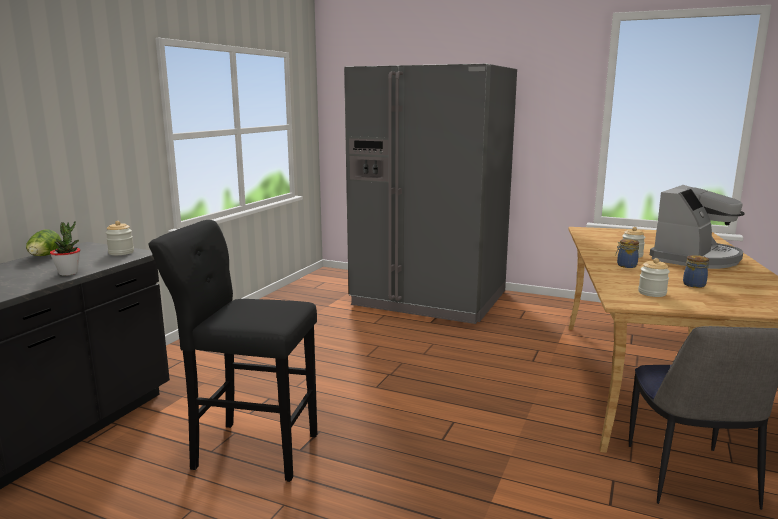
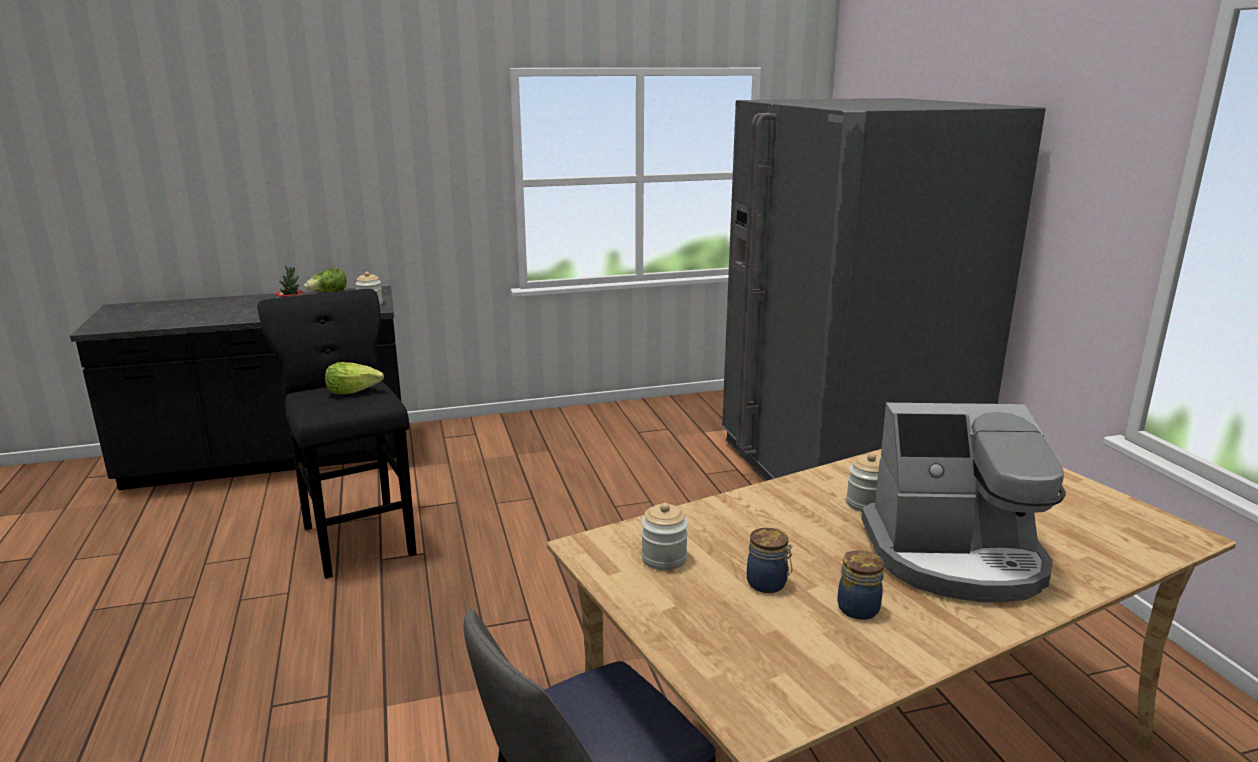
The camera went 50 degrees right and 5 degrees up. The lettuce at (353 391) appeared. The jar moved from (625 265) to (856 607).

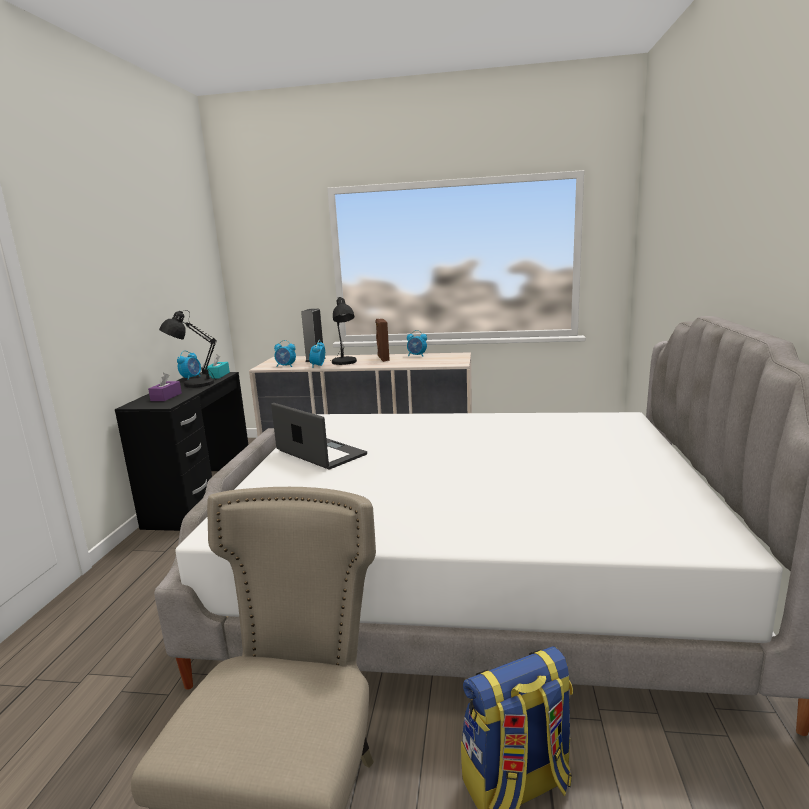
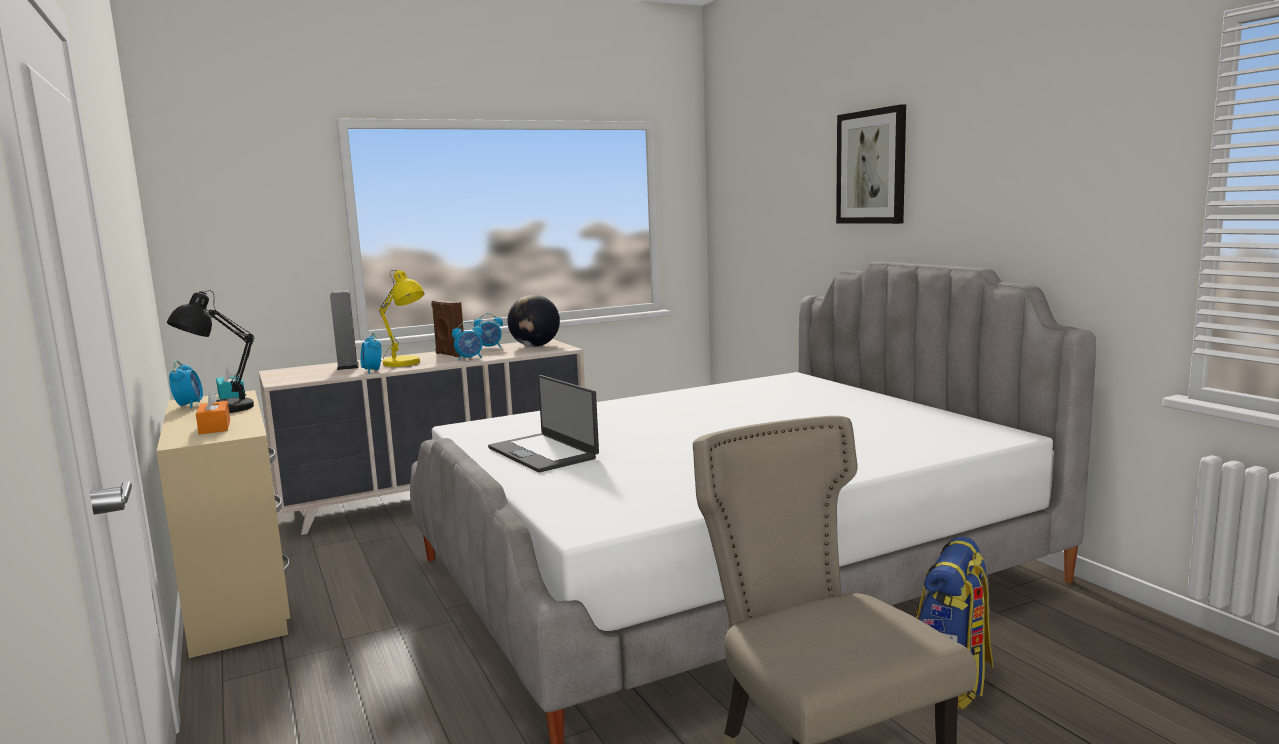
The camera went 35 degrees left and 5 degrees down. The globe at (535 346) appeared. The picture at (871 167) appeared. The alarm clock moved from (286 366) to (470 358). The black desk at (201 497) became the beige desk at (237 596). The purple tissue box at (166 397) became the orange tissue box at (215 427). The black table lamp at (344 363) became the yellow table lamp at (404 364). The laptop at (320 453) turned 135 degrees counterclockwise.

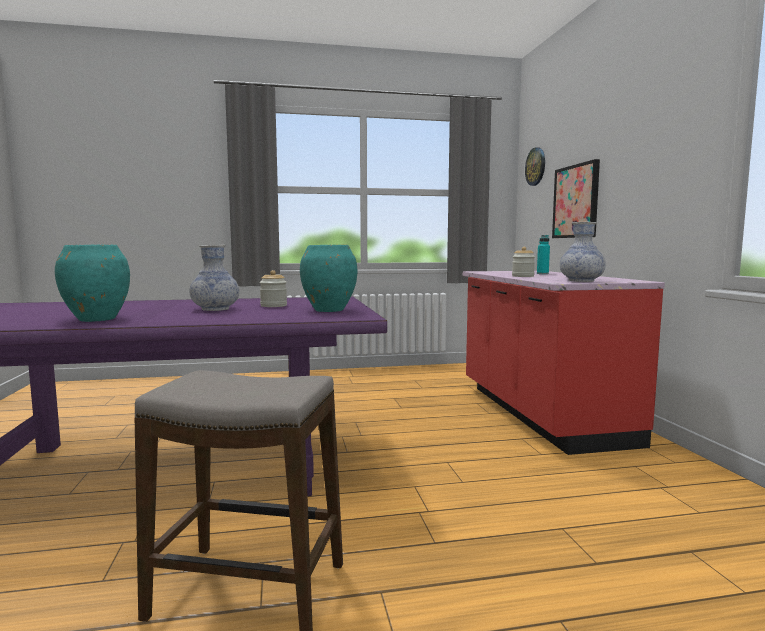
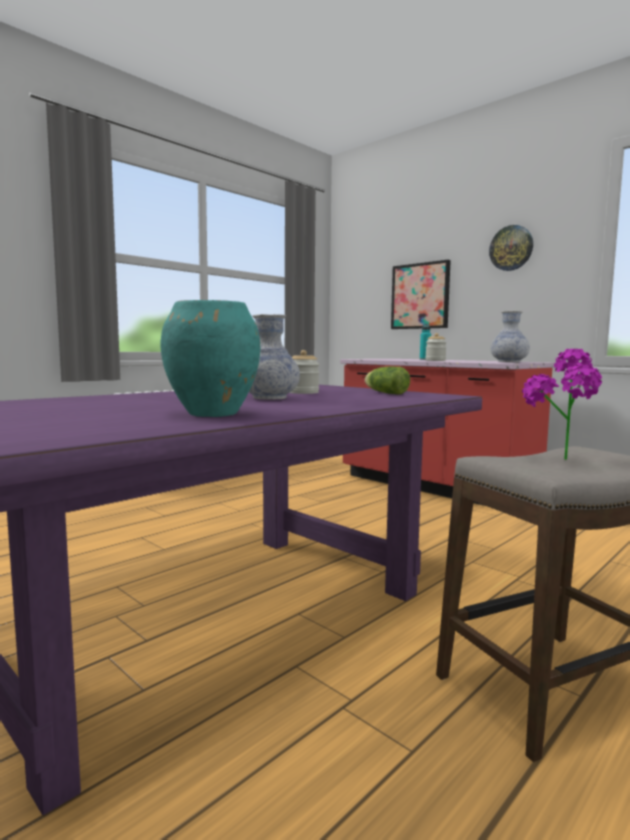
The camera went 35 degrees left and 0 degrees up. The potted plant at (559 461) appeared. The wall clock moved from (536 166) to (511 248). The turquoise vase at (328 310) was replaced by the lettuce at (385 393).

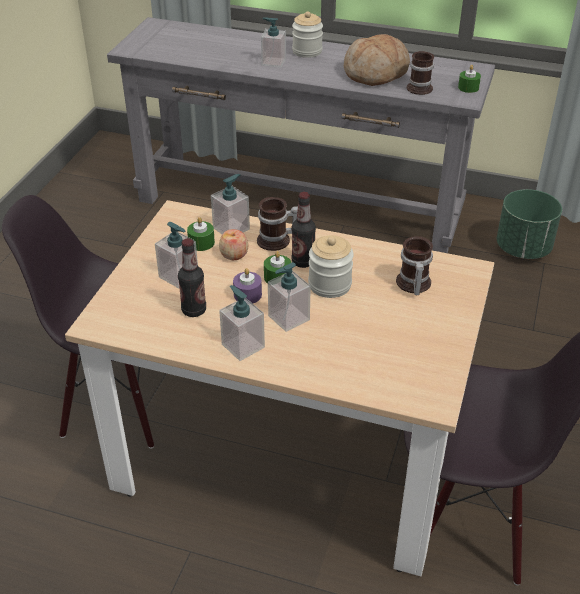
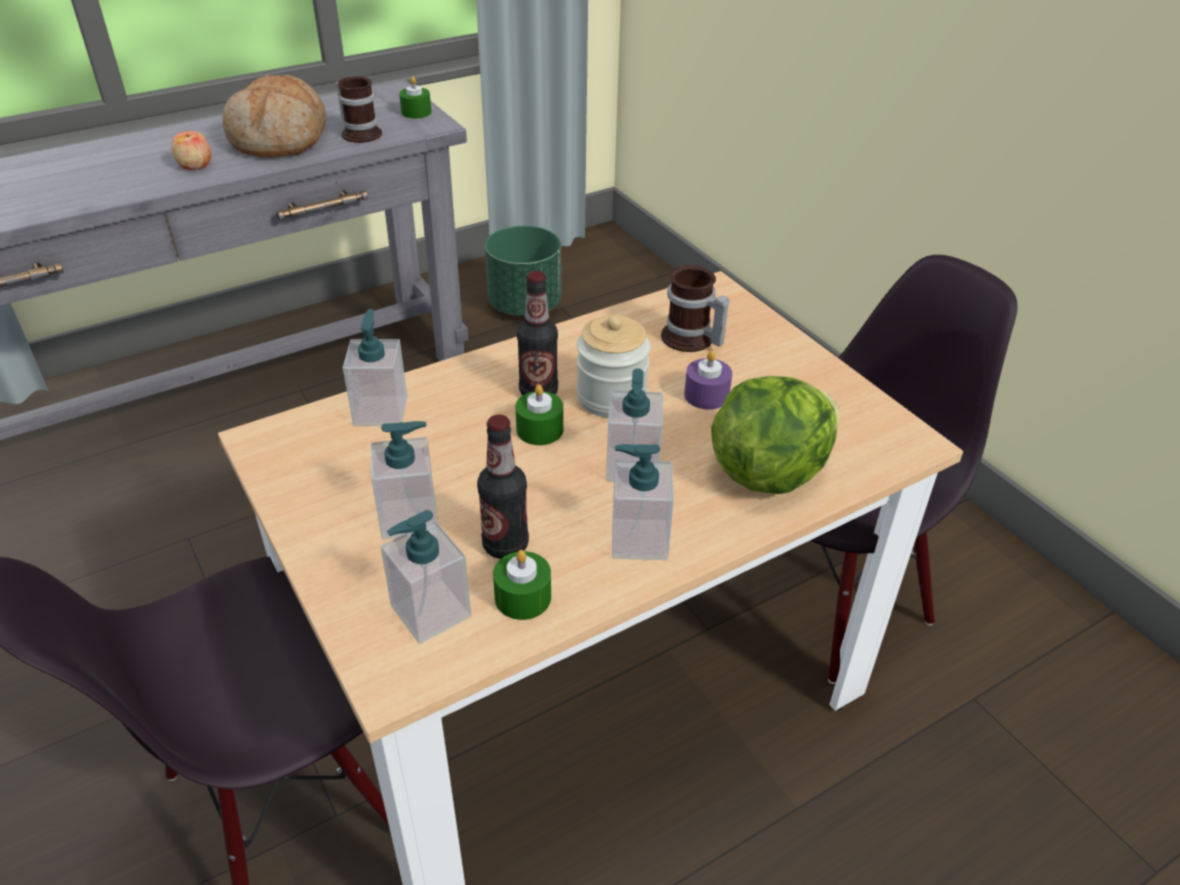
The camera went 50 degrees left and 0 degrees up. The mug at (277 241) disappeared. The jar at (307 51) disappeared. The lettuce at (767 471) appeared. The green candle moved from (201 243) to (523 597). The apple moved from (234 254) to (195 165). The purple candle moved from (247 295) to (706 395). The soap dispenser moved from (273 62) to (430 611).

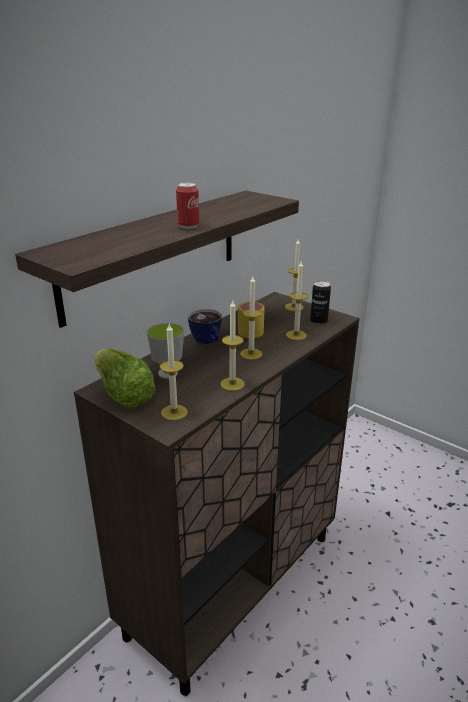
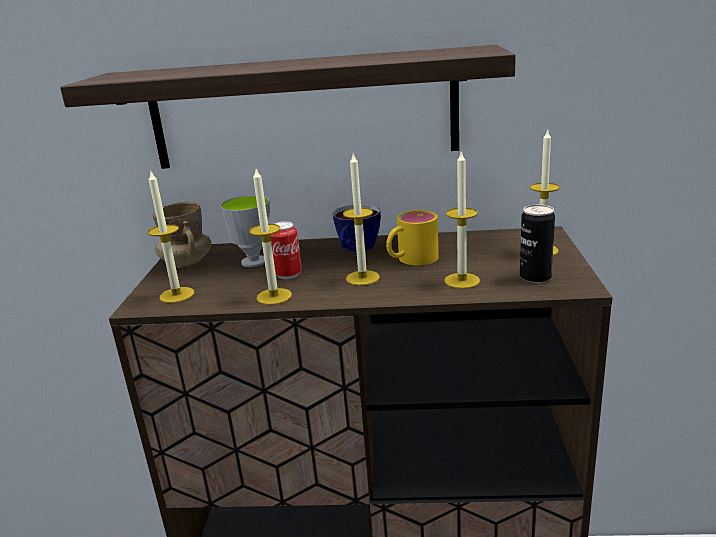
The camera went 55 degrees right and 5 degrees down. The can moved from (188 226) to (288 275). The lettuce at (123 395) was replaced by the beige mug at (186 263).

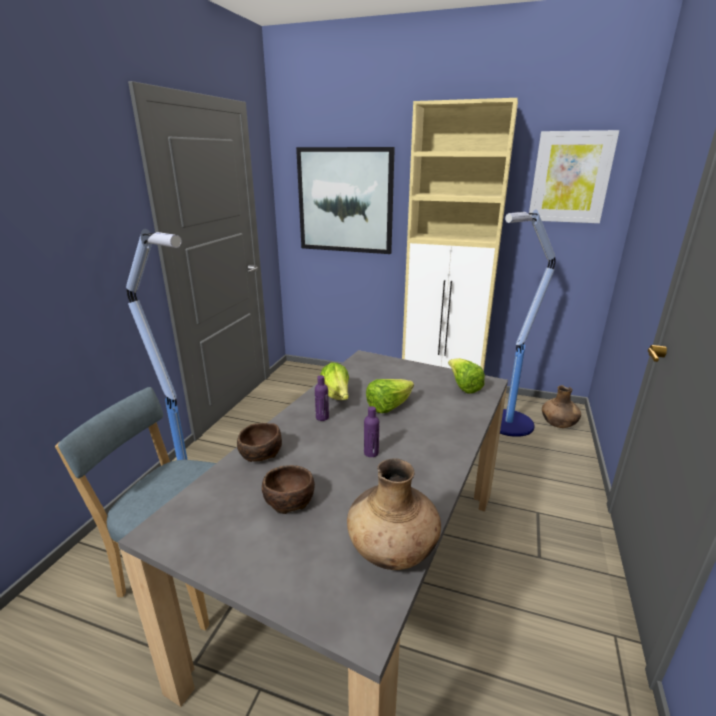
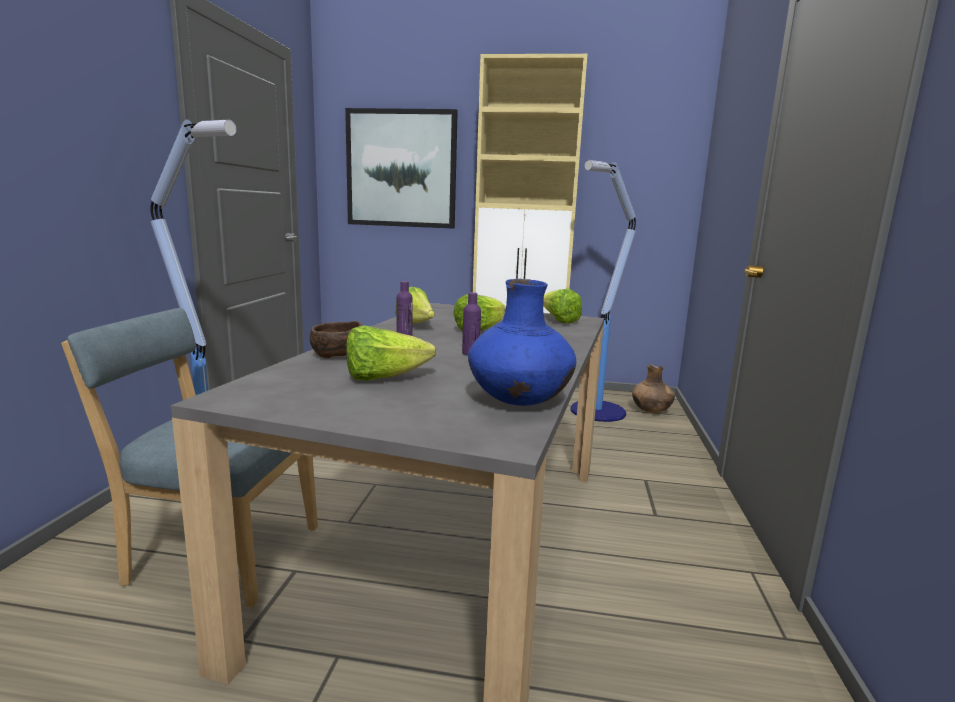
The camera went 10 degrees left and 10 degrees down. The picture at (570 177) disappeared. The brown bowl at (288 500) was replaced by the lettuce at (384 378). The brown vase at (392 551) became the blue vase at (519 401).

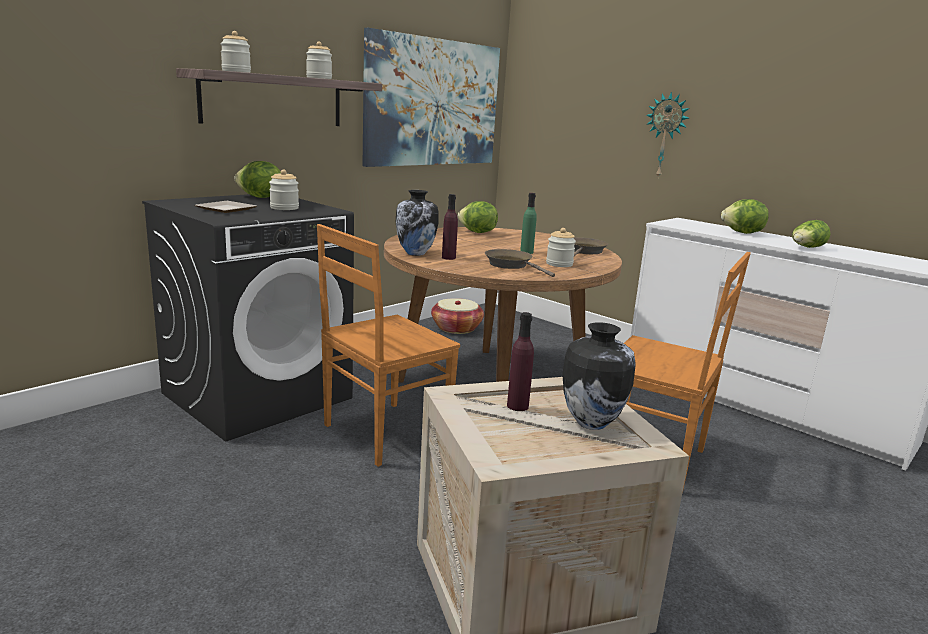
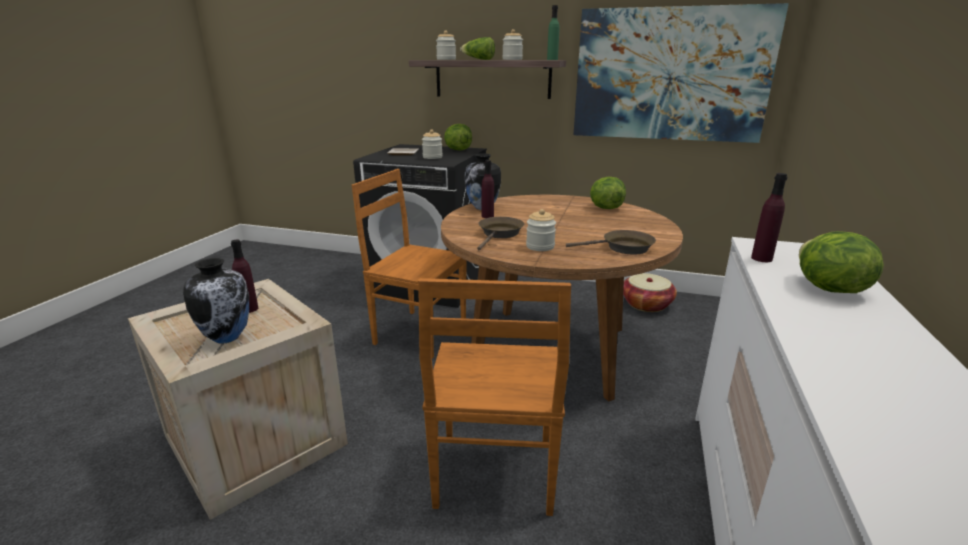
The camera went 65 degrees right and 5 degrees up. The wall clock at (666 136) disappeared. The purple bottle at (761 258) appeared. The green bottle moved from (526 252) to (552 59). The lettuce moved from (806 248) to (478 59).

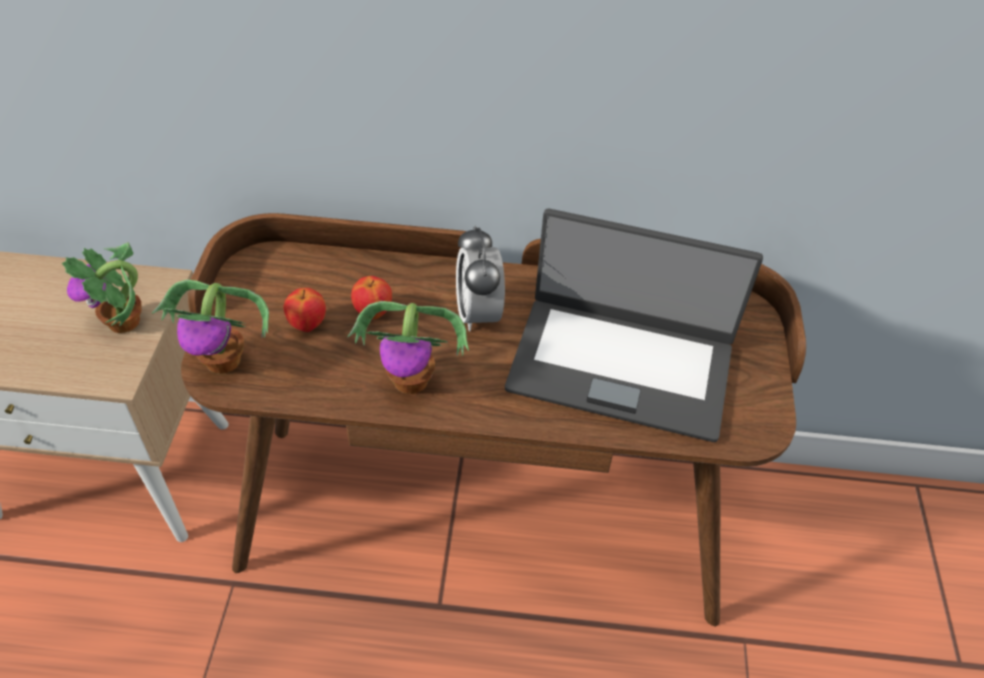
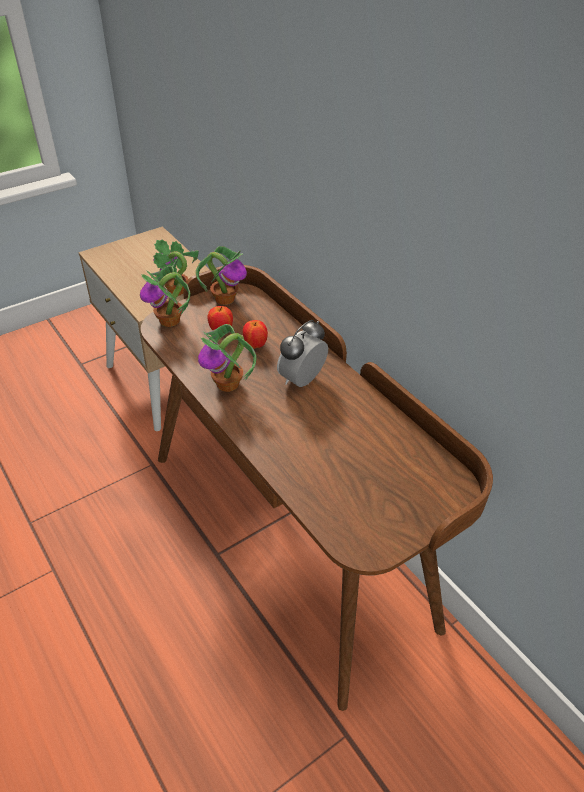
The camera went 50 degrees right and 5 degrees down. The laptop at (621 365) disappeared. The potted plant at (225 298) appeared.

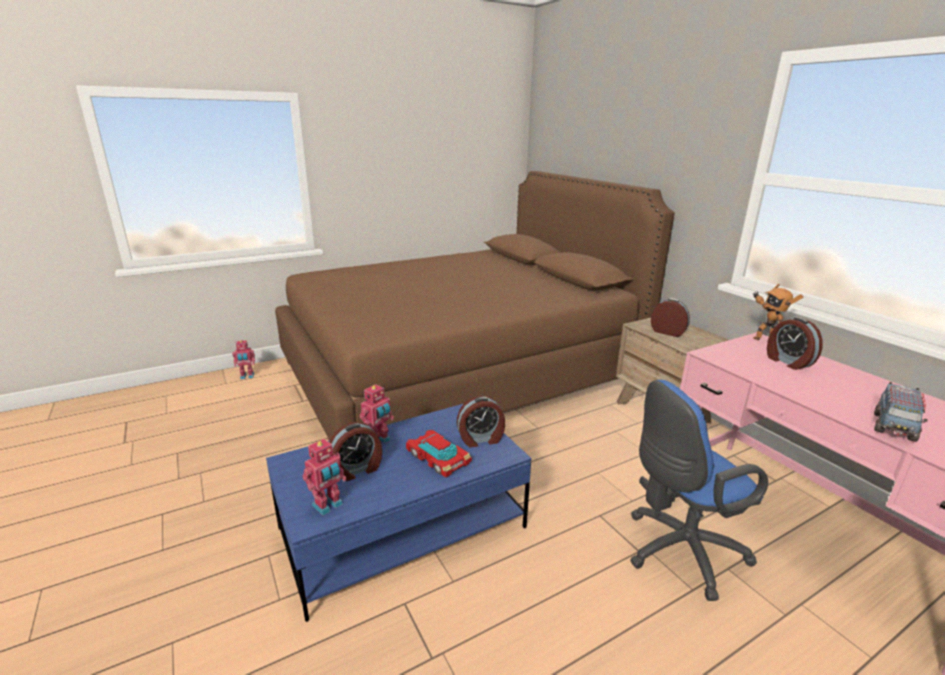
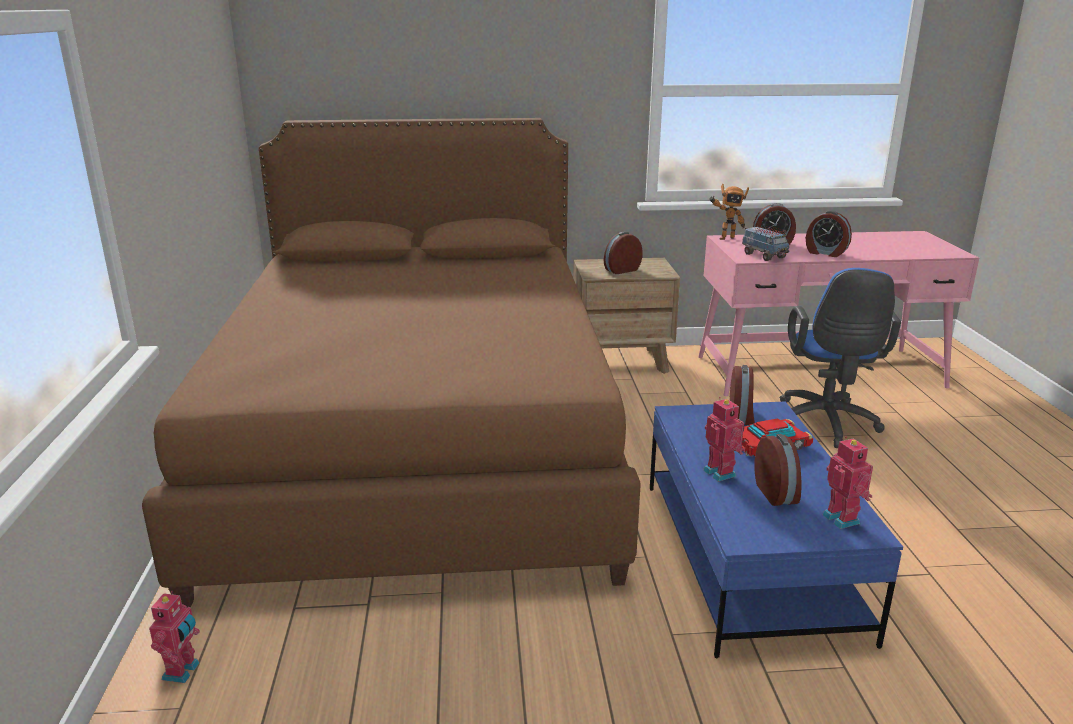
The camera went 65 degrees left and 0 degrees up. The alarm clock at (825 253) appeared. The toy truck moved from (893 427) to (764 256).

